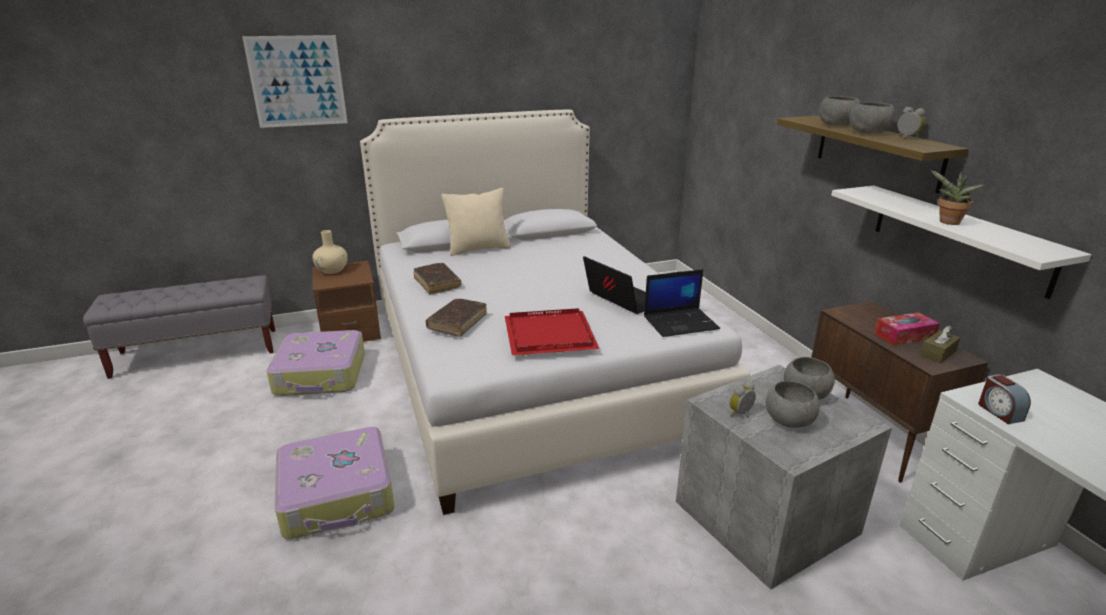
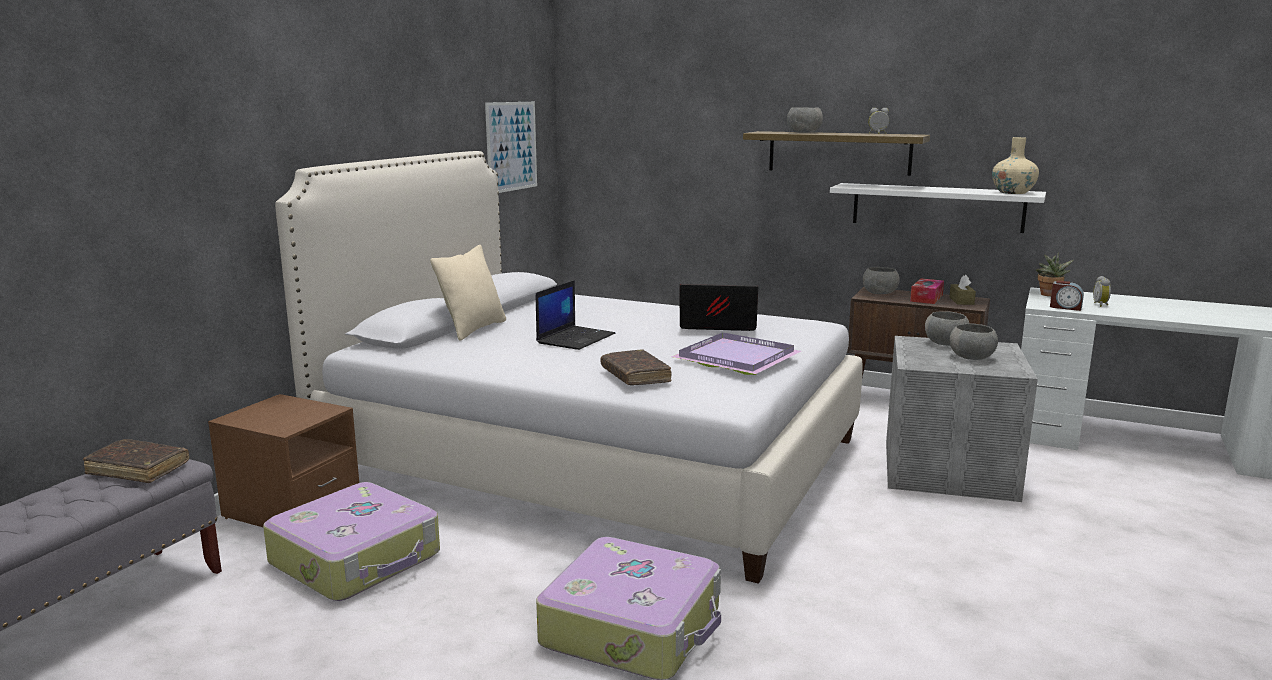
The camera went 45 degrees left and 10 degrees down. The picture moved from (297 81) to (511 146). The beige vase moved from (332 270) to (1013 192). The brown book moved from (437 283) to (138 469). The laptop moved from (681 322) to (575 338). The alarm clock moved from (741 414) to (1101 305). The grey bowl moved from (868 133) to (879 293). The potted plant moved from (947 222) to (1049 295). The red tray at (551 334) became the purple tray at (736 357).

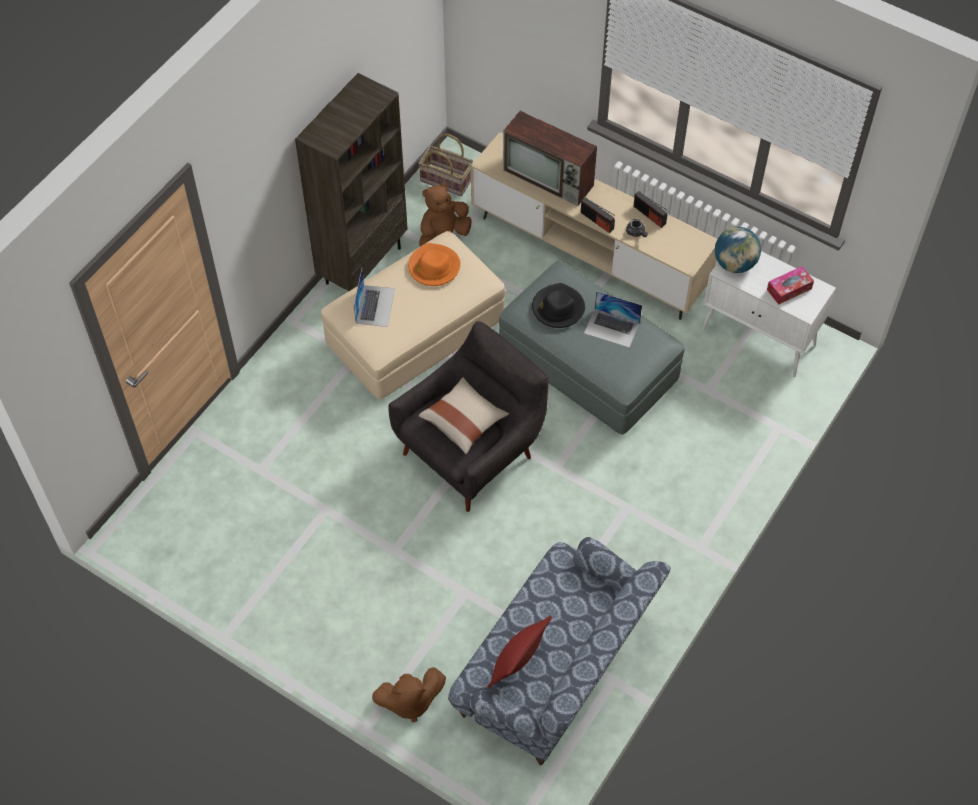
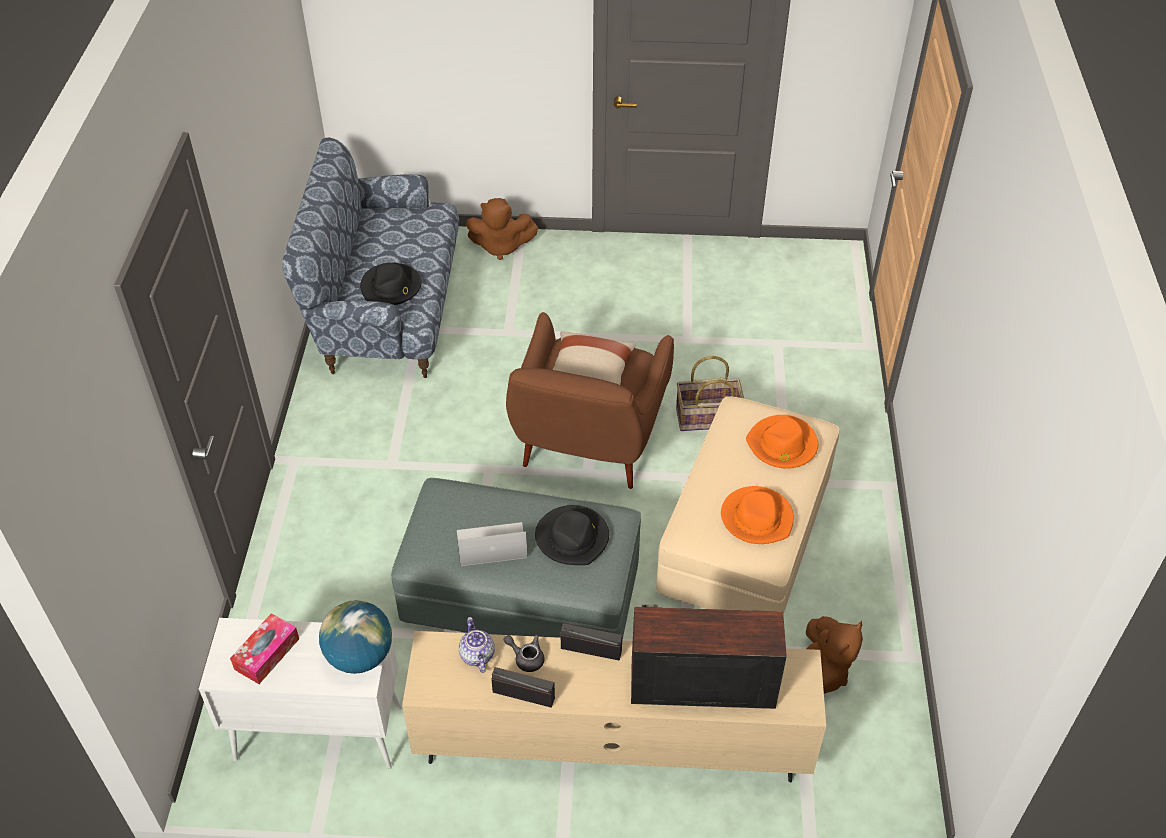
The camera went 150 degrees right and 10 degrees down. The brown bookcase at (363 264) disappeared. The red pillow at (517 665) disappeared. The black hat at (391 287) appeared. The teapot at (477 656) appeared. The basket moved from (446 180) to (707 418). The laptop at (375 305) was replaced by the orange hat at (782 445). The grey armchair at (472 451) became the brown armchair at (588 445). The brown plush toy at (409 701) turned 135 degrees counterclockwise.

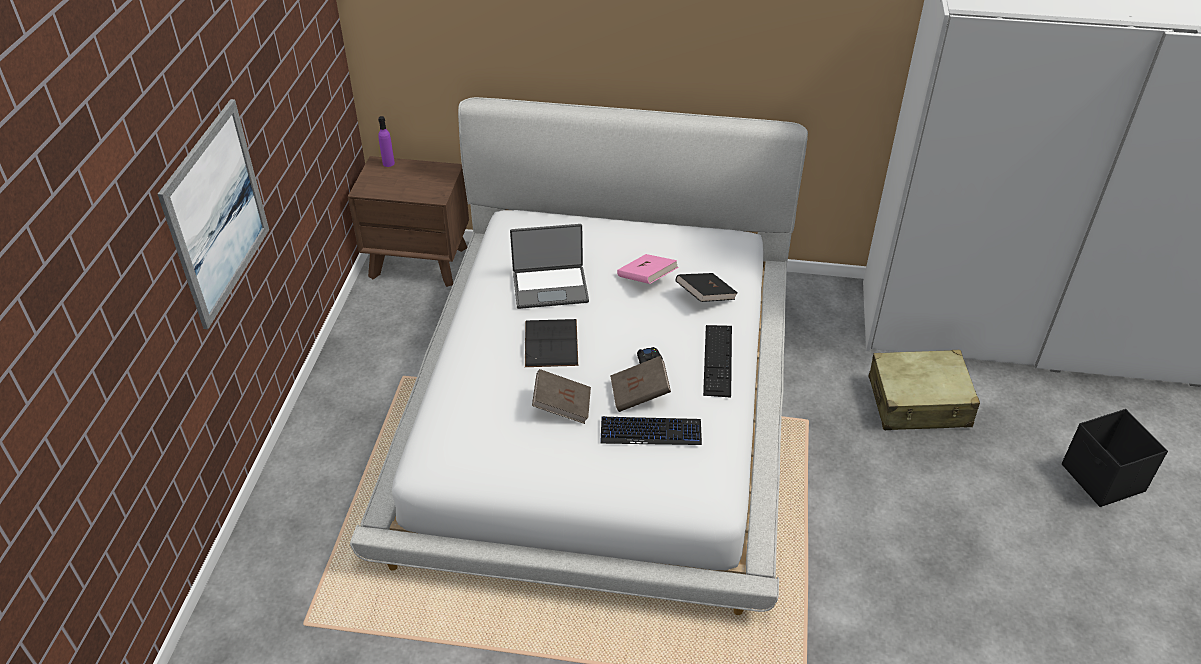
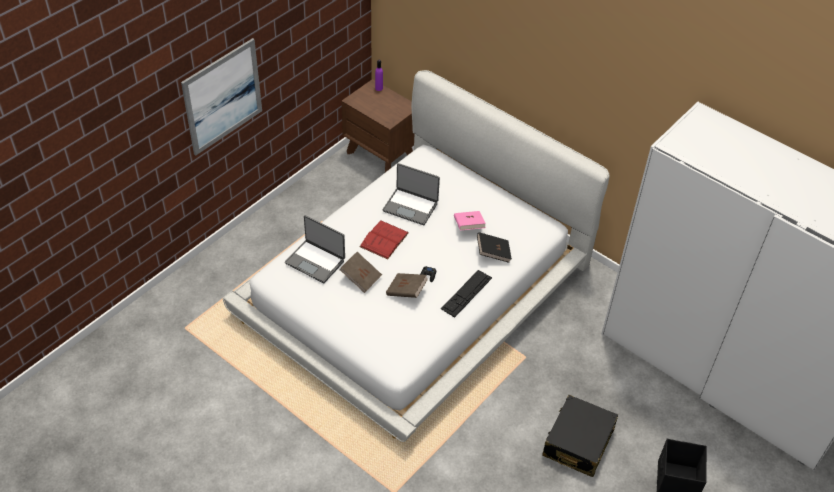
The camera went 30 degrees right and 5 degrees up. The keyboard at (651 432) disappeared. The beige suitcase at (919 403) disappeared. The laptop at (315 261) appeared. The black suitcase at (578 442) appeared. The black book at (551 343) became the red book at (384 239).

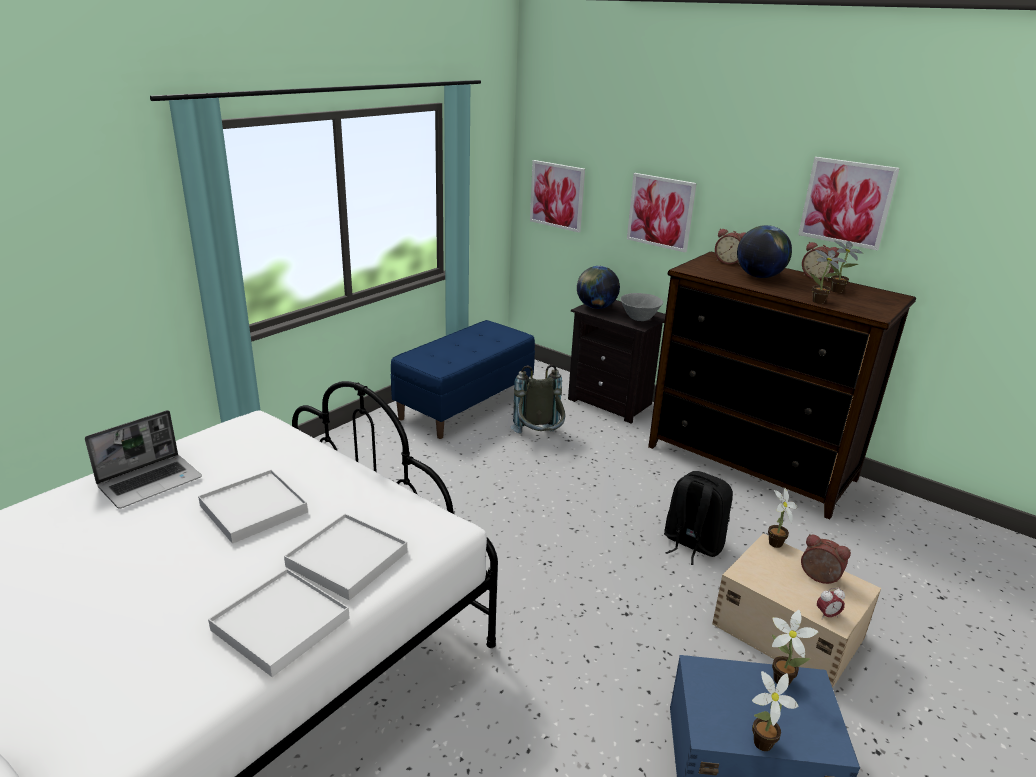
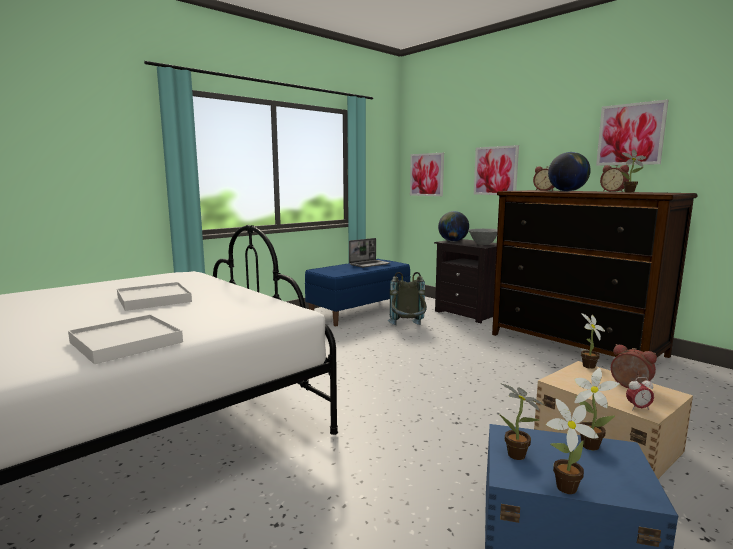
The camera went 10 degrees right and 15 degrees down. The white tray at (347 559) disappeared. The black backpack at (691 544) disappeared. The laptop moved from (151 482) to (369 264). The potted plant moved from (820 302) to (518 456).

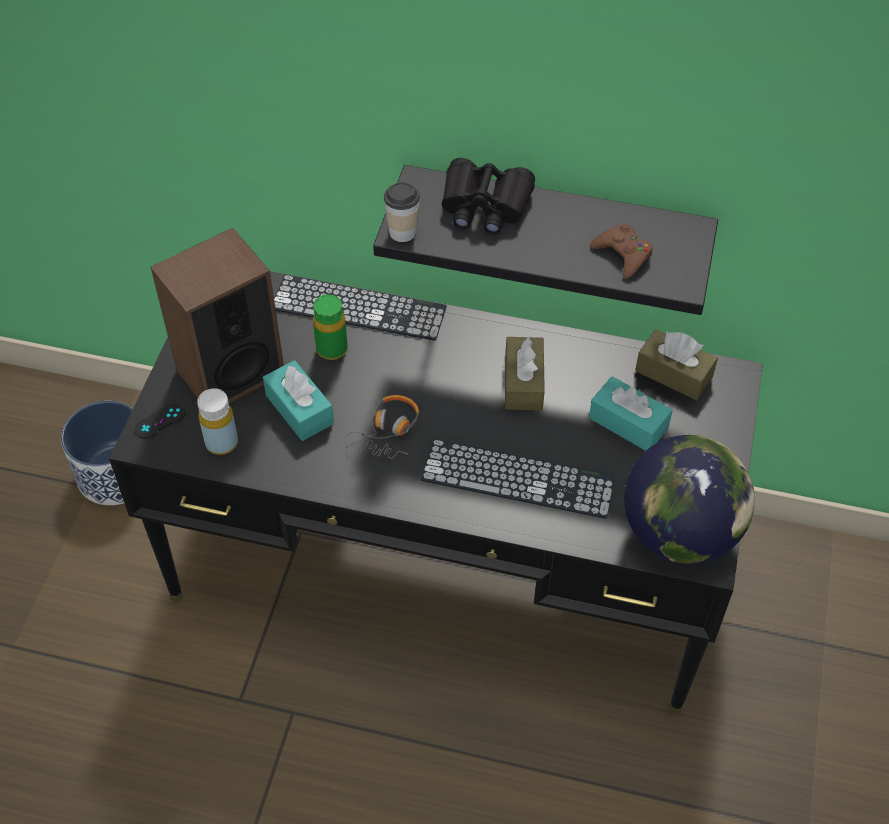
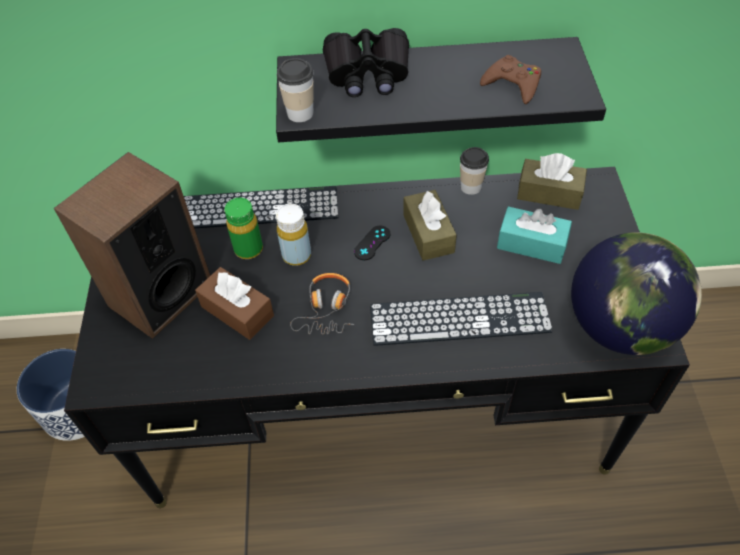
The camera went 15 degrees left and 0 degrees up. The cup at (471 187) appeared. The black game controller moved from (160 421) to (372 243). The yellow bottle moved from (221 443) to (296 255). The turquoise tissue box at (299 409) became the brown tissue box at (237 311).

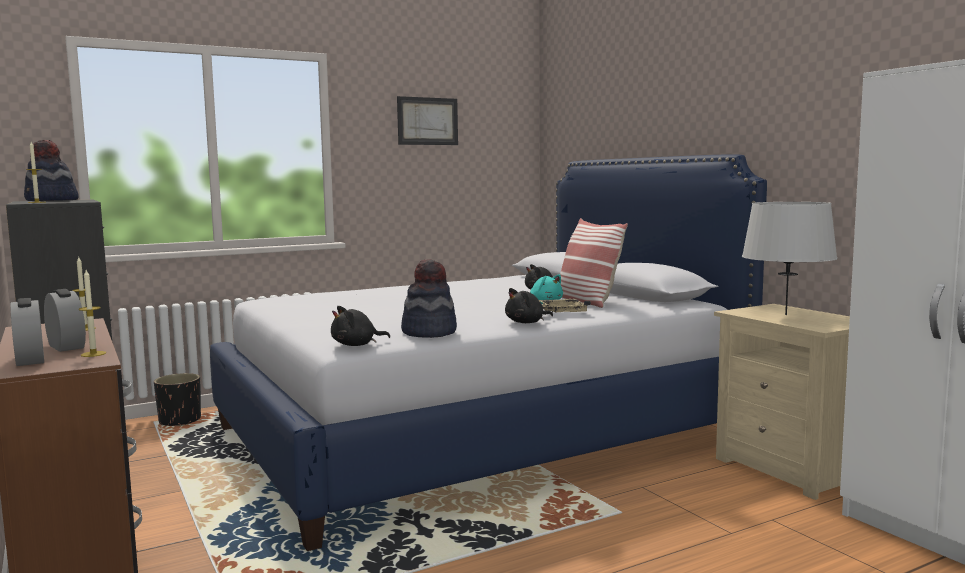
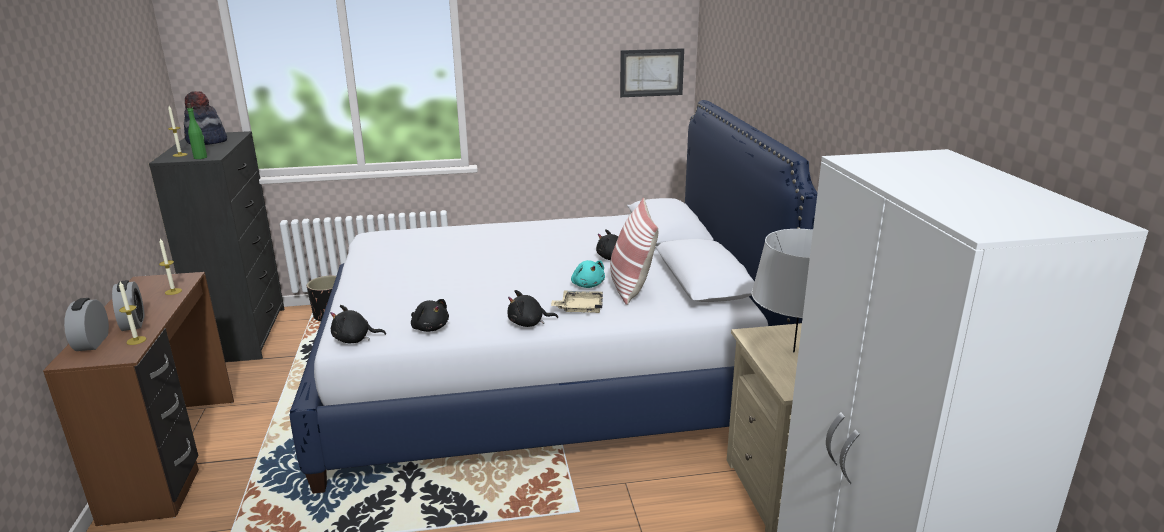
The camera went 20 degrees right and 15 degrees up. The green bottle at (200 157) appeared. The picture moved from (427 121) to (651 72). The hat at (429 332) was replaced by the black plush toy at (429 327).

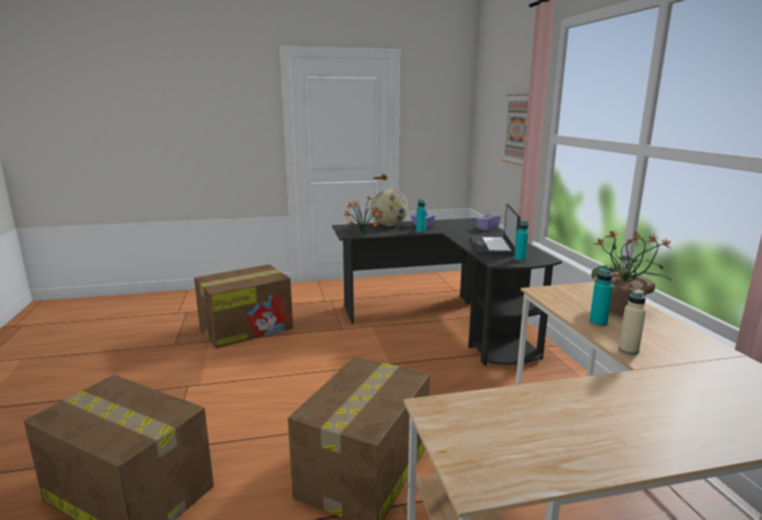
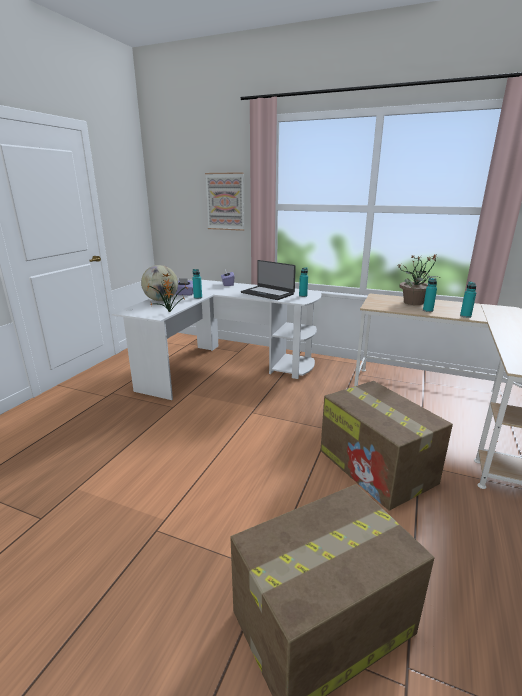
The camera went 55 degrees left and 5 degrees up. The cardboard box at (247 328) disappeared. The black desk at (446 321) became the white desk at (225 366). The beige bottle at (628 350) became the turquoise bottle at (465 316).

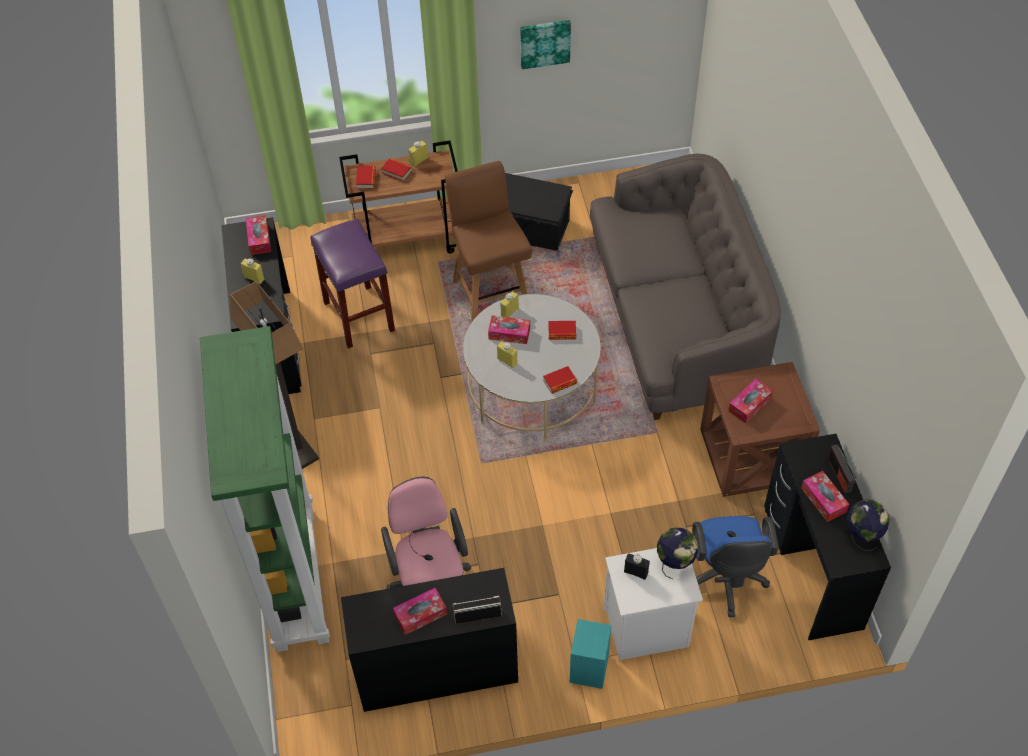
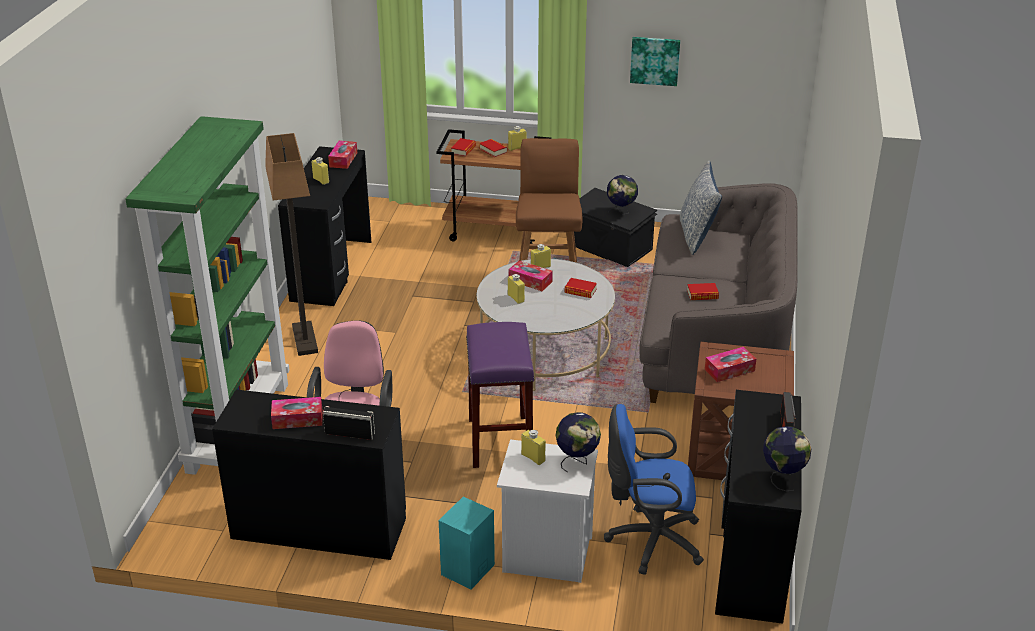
The camera went 20 degrees right and 20 degrees down. The tissue box at (823 500) disappeared. The globe at (621 212) appeared. The pillow at (697 236) appeared. The purple stool moved from (360 317) to (501 442). The book moved from (560 382) to (702 295). The black bottle at (636 572) became the yellow bottle at (533 457). The blue office chair at (724 581) turned 75 degrees clockwise.

